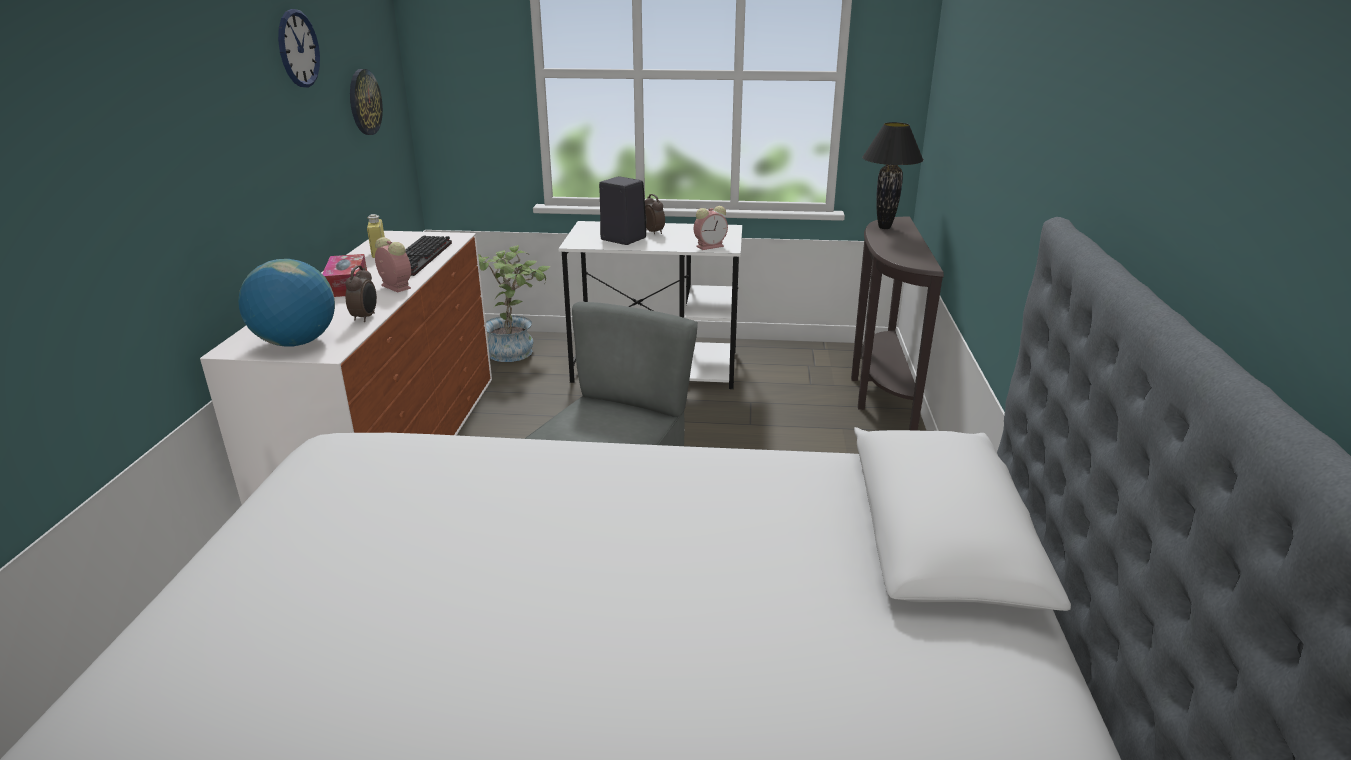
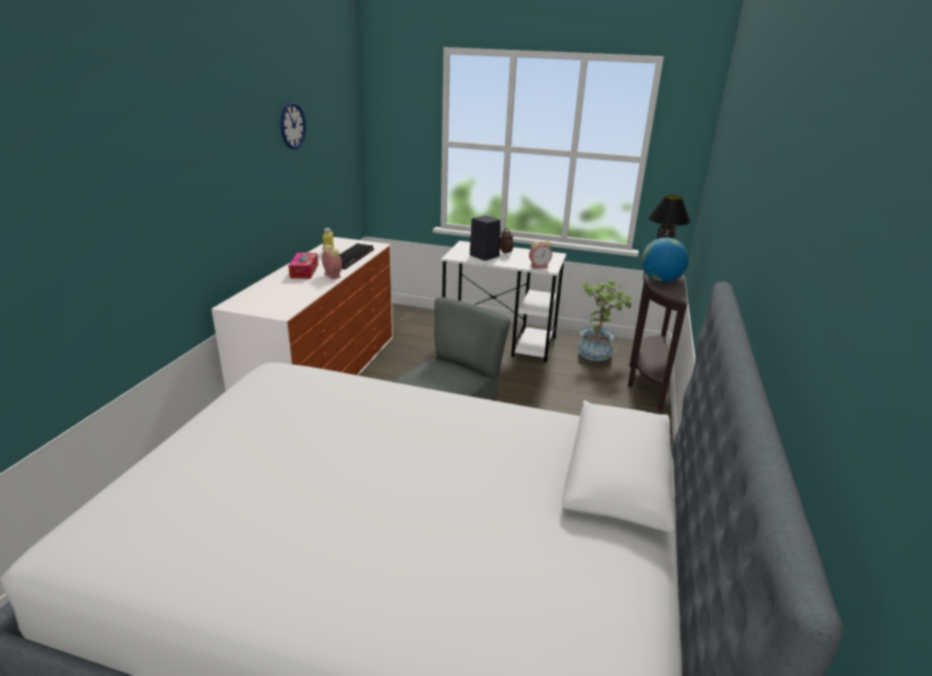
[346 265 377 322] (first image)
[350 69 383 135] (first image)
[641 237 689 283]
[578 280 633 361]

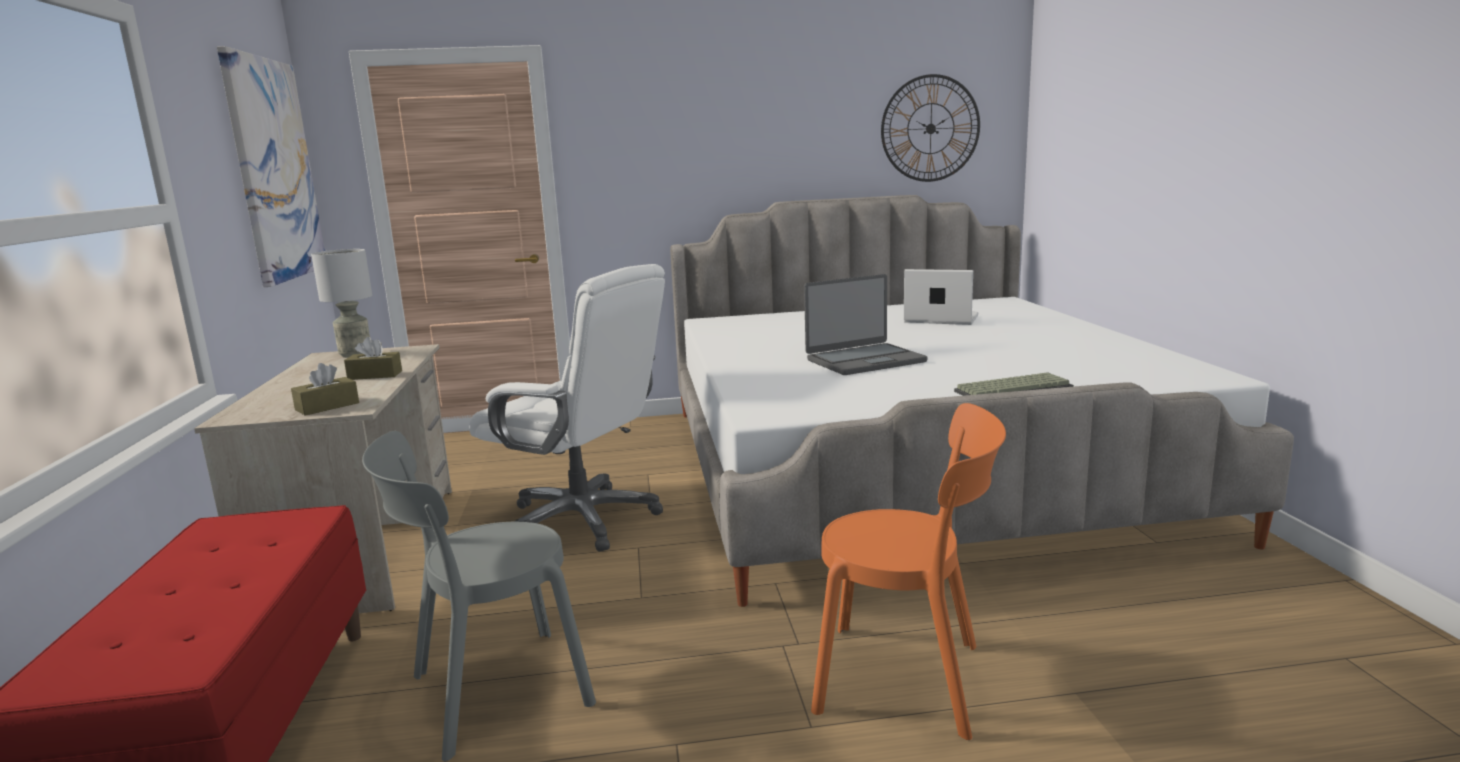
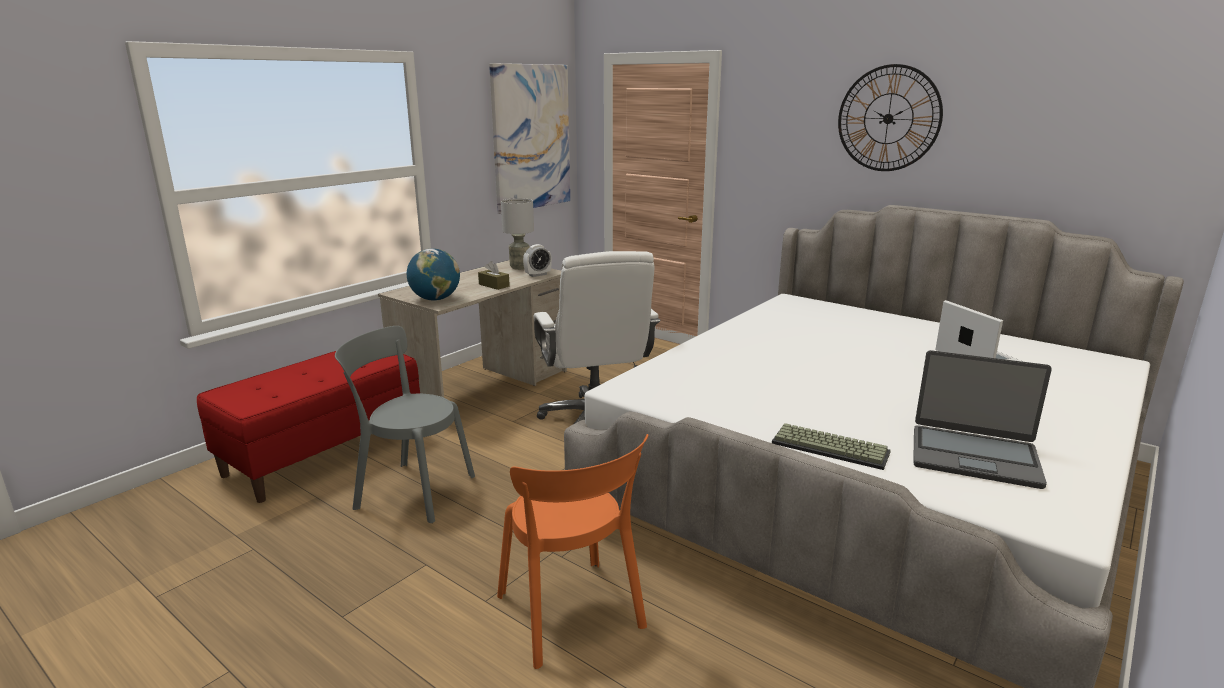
[523 244 552 277]
[913 350 1052 489]
[838 64 943 171]
[407 248 460 301]

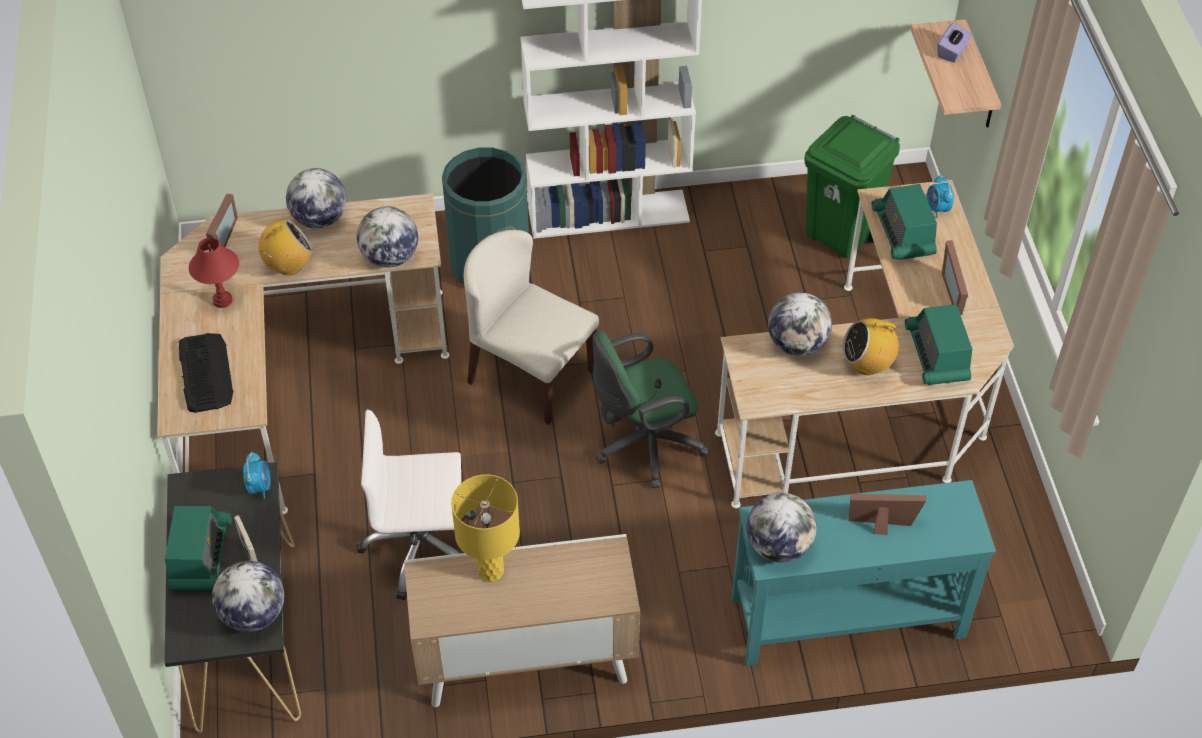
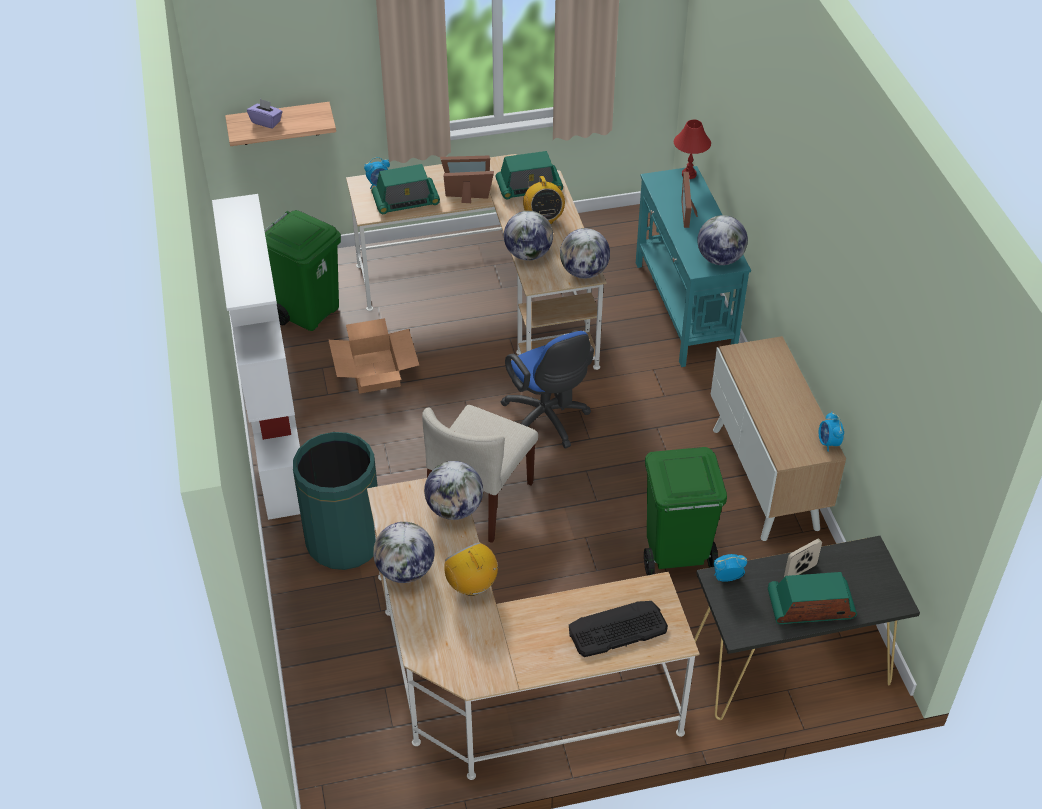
[451 474 520 582] (first image)
[329 318 419 394]
[819 412 844 452]
[674 120 711 179]
[443 171 494 203]
[560 228 610 279]
[644 447 727 575]
[500 330 594 448]

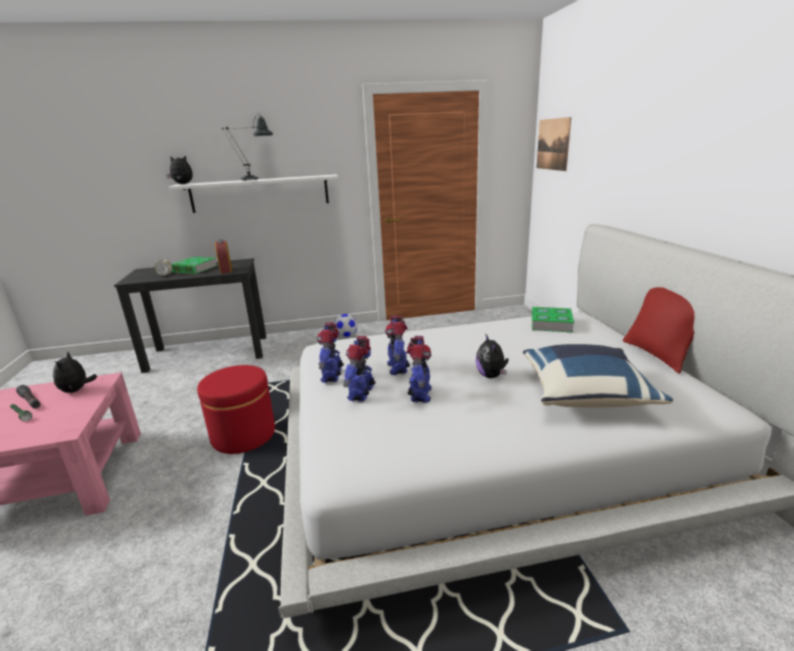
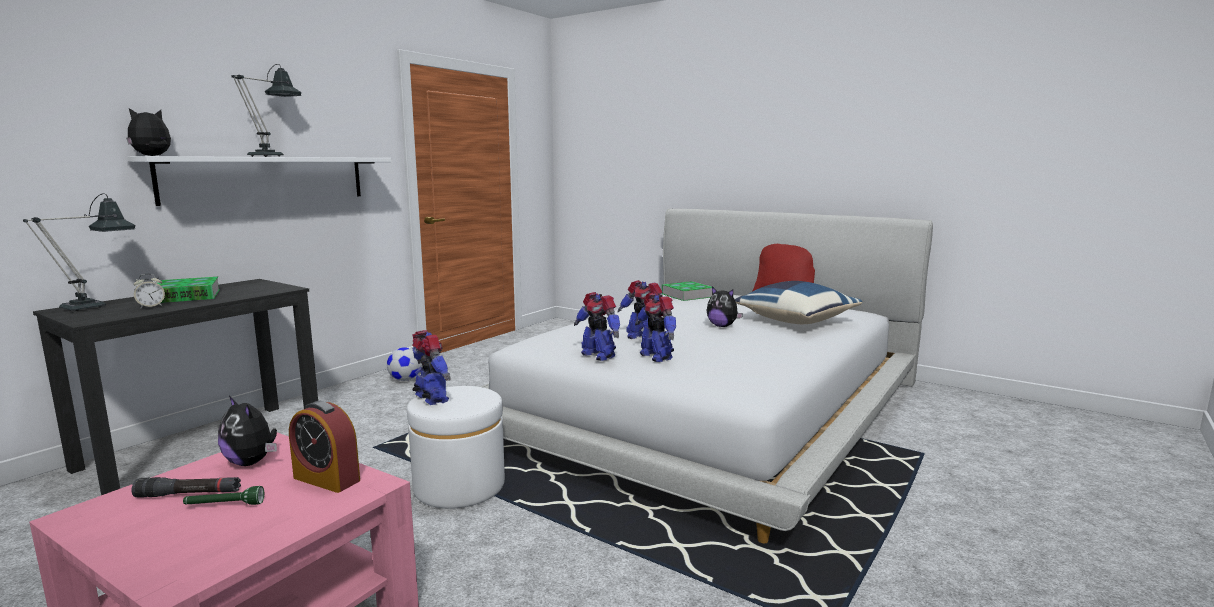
[537 117 571 171] (first image)
[23 193 135 311]
[289 401 360 493]
[412 330 451 405]
[407 386 505 509]

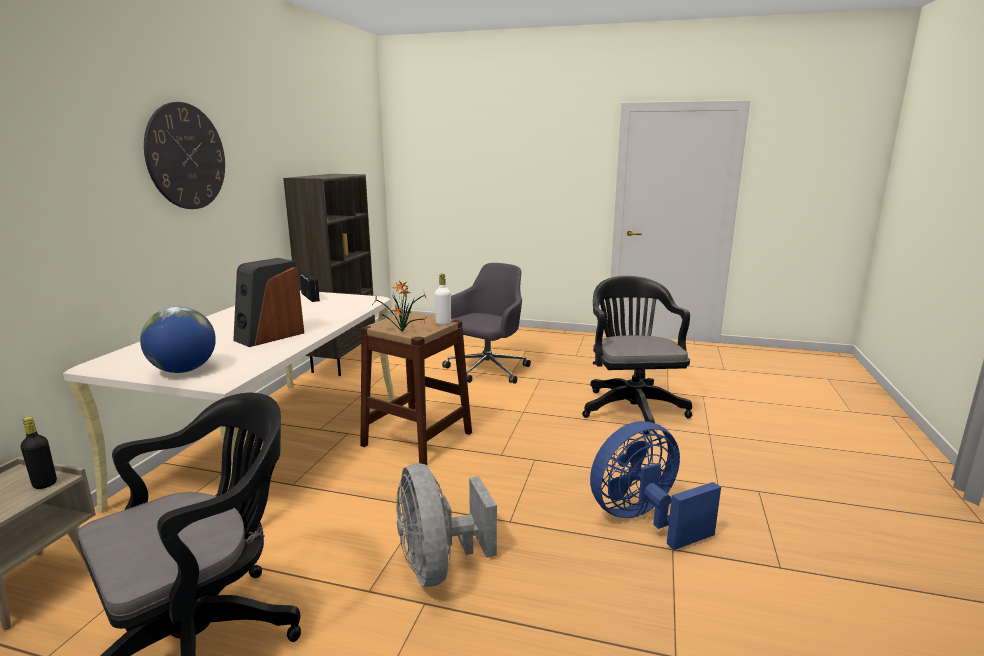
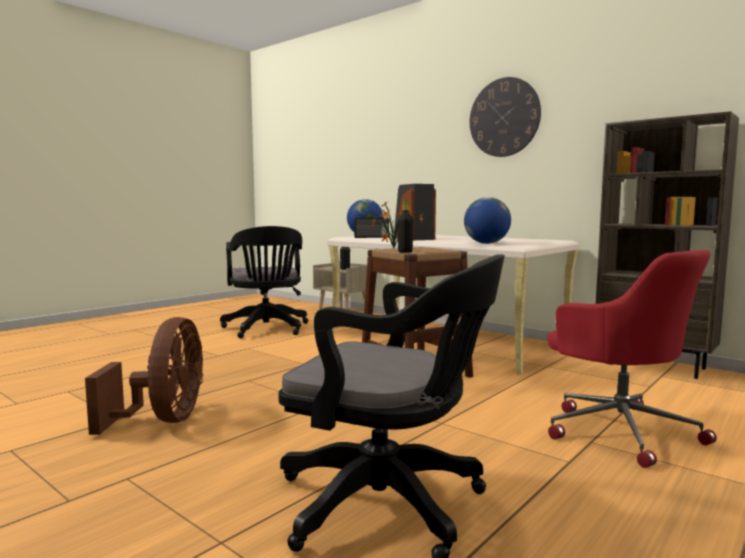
[396 463 497 587] (first image)
[464 197 511 244]
[354 218 389 238]
[398 199 413 253]
[548 250 717 468]
[85 317 203 435]

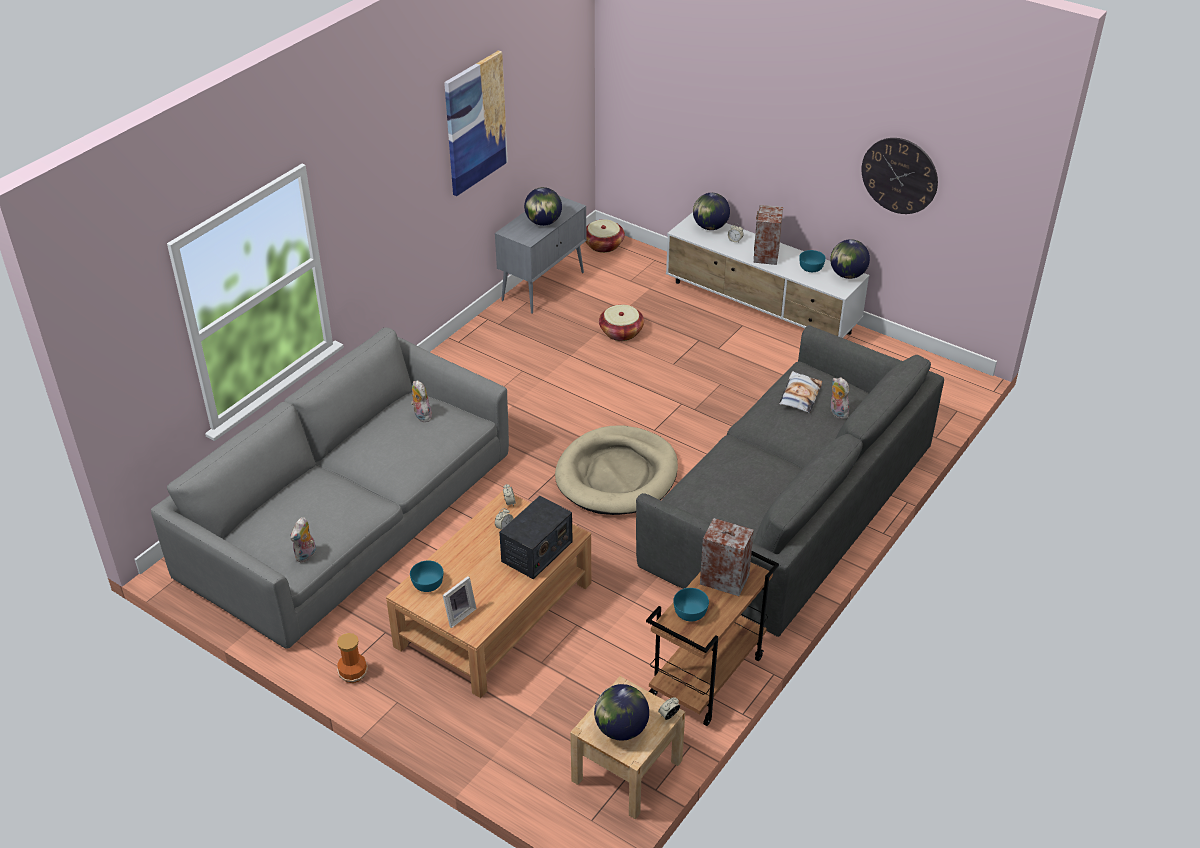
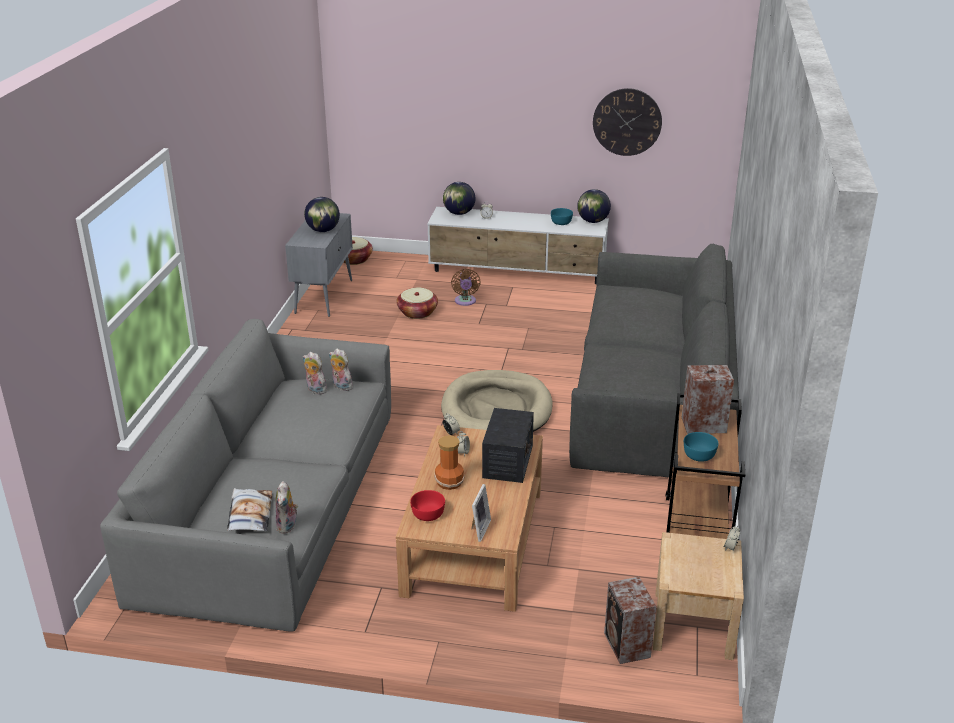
[444 50 508 196] (first image)
[594 684 649 741] (first image)
[451 269 481 306]
[434 435 465 490]
[604 577 657 664]
[227 488 272 531]
[329 348 355 391]
[410 490 445 521]

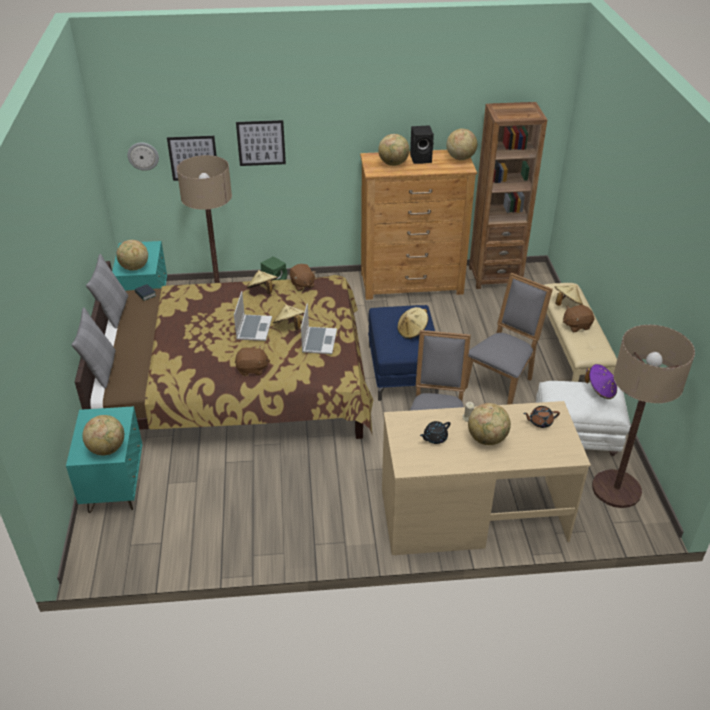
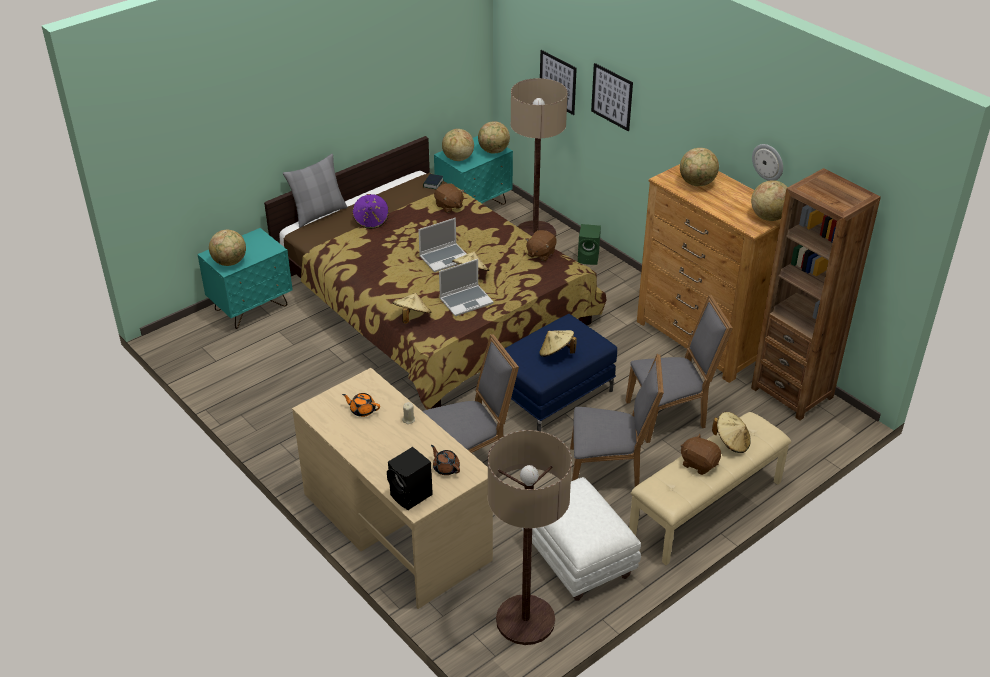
[86 254 128 329] (first image)
[625 295 733 443]
[752 144 783 181]
[434 184 464 213]
[393 293 432 323]
[387 447 433 510]
[478 121 510 154]
[352 194 389 229]
[342 393 380 417]

